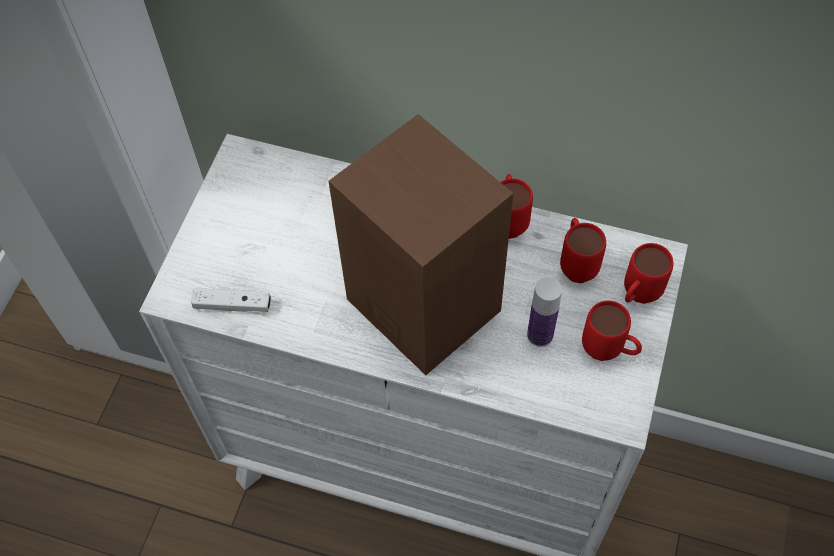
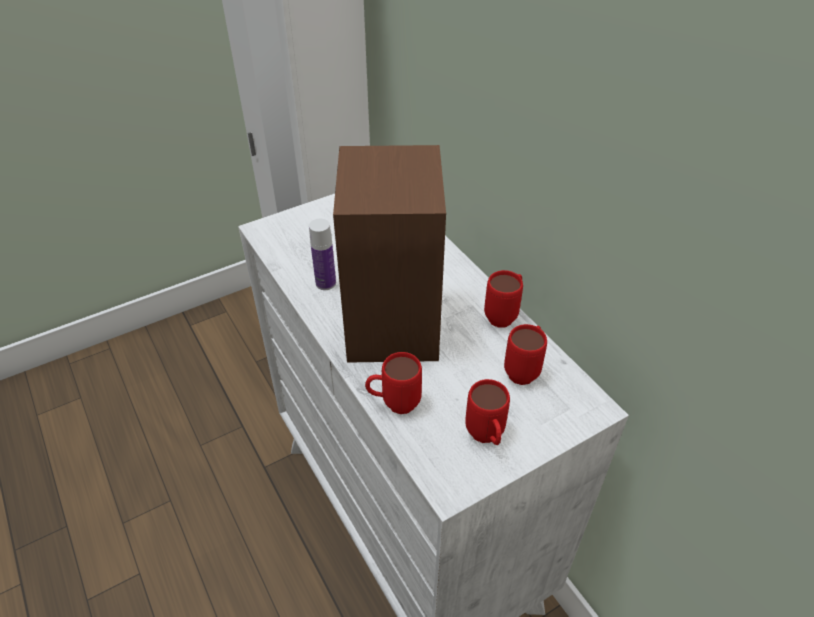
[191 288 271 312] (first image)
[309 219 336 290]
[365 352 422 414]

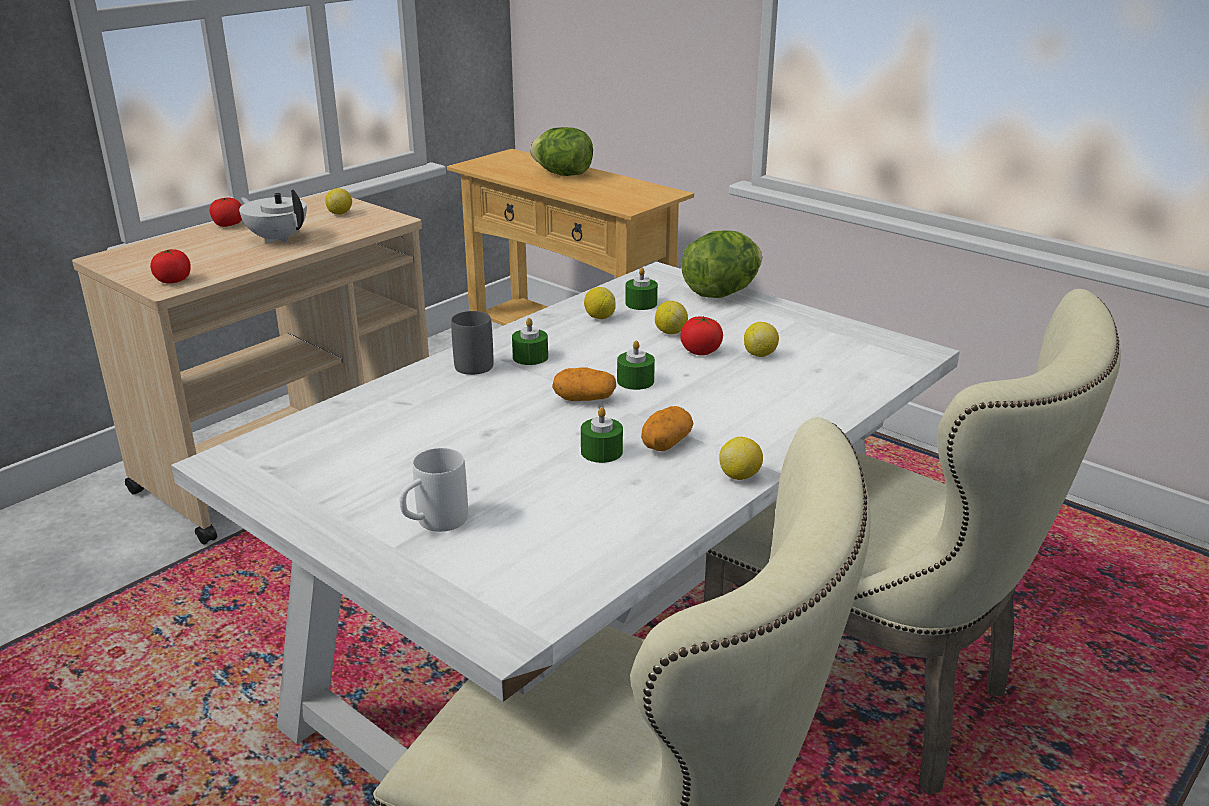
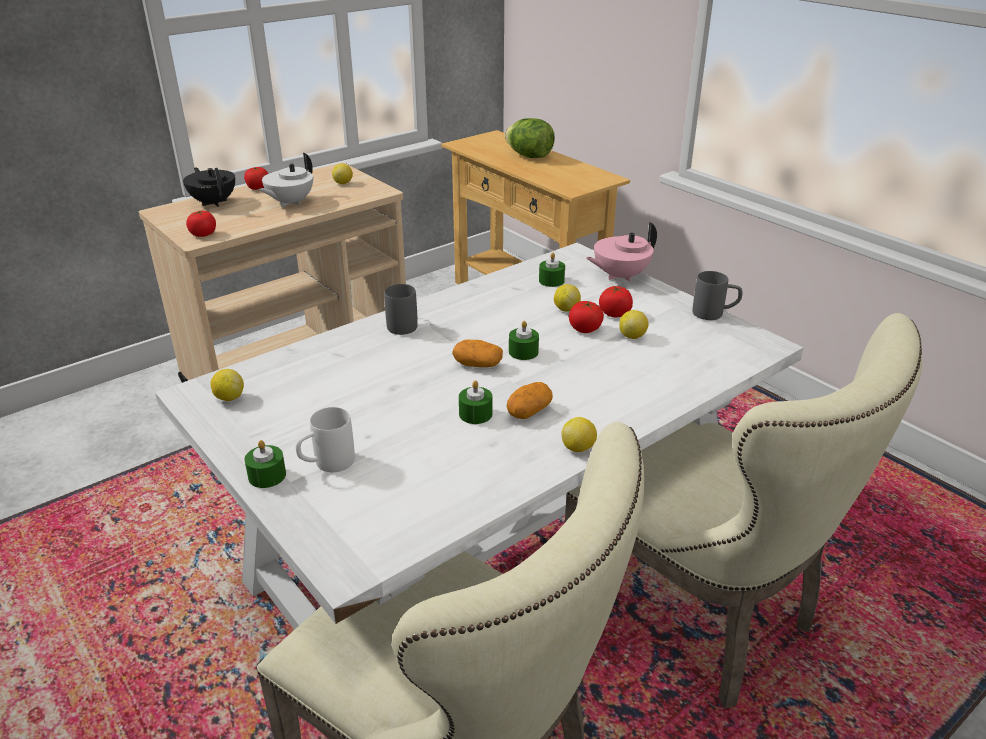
[183 168 235 207]
[599 285 633 317]
[692 271 743 320]
[244 440 286 488]
[210 369 244 401]
[586 222 657 282]
[258 153 313 207]

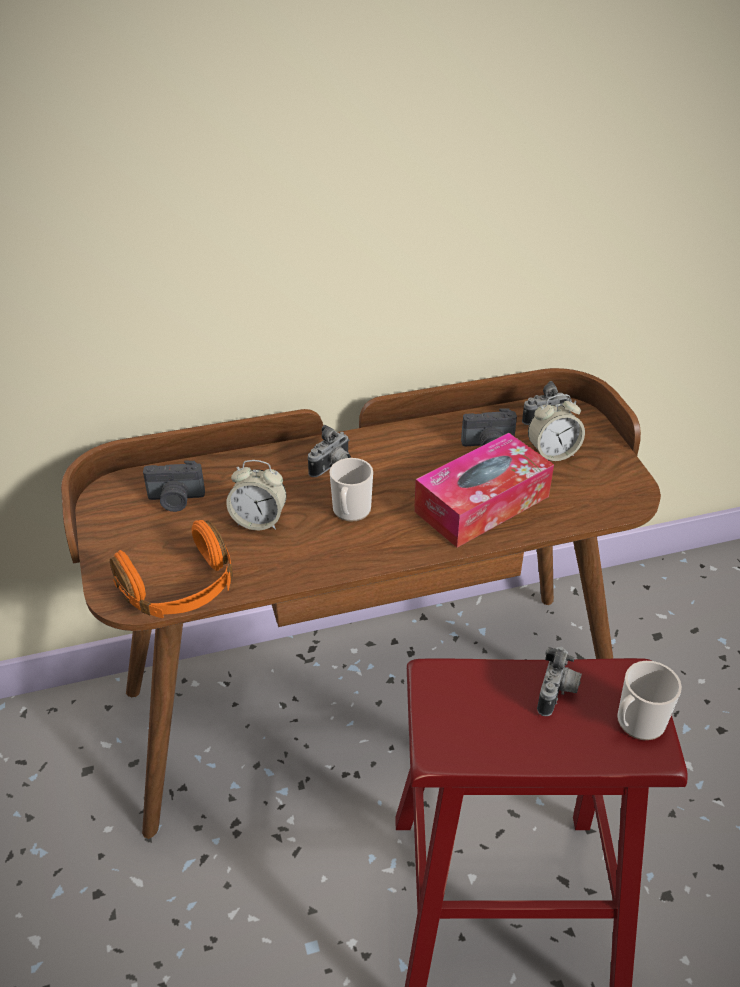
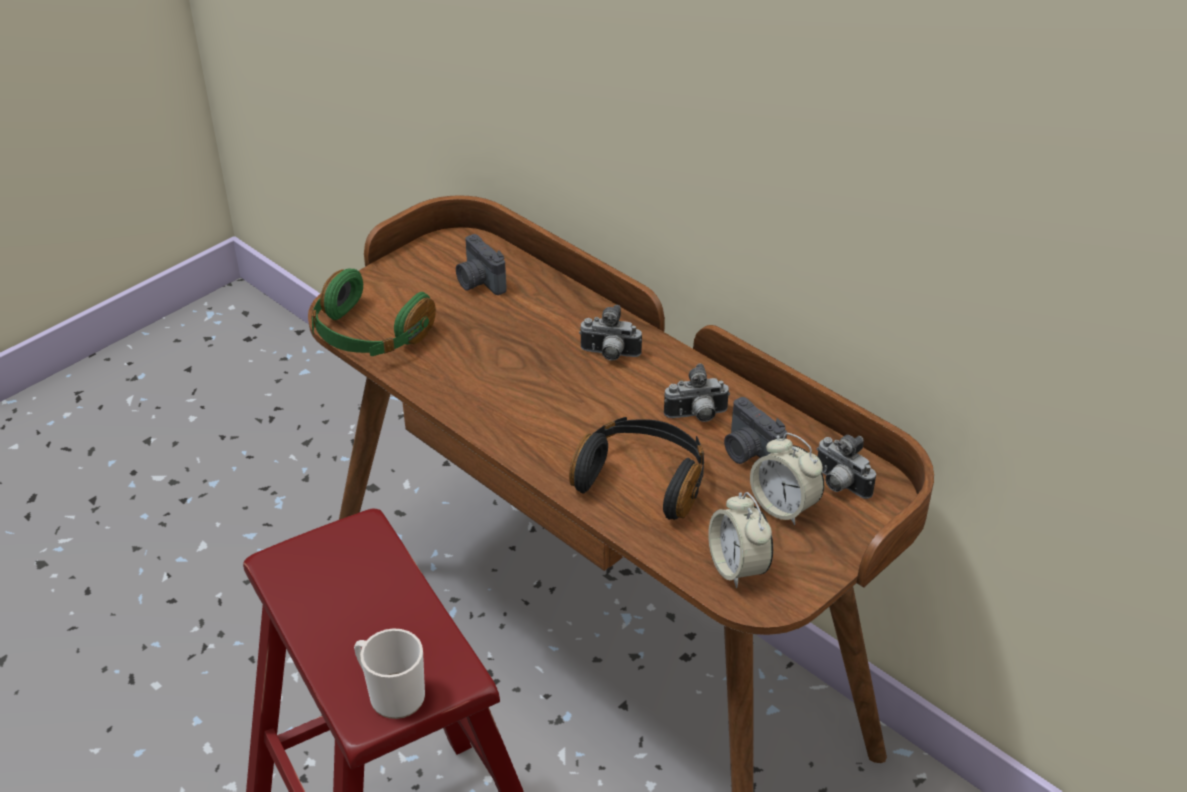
[330 458 373 522] (first image)
[708 492 773 588]
[664 363 730 422]
[569 417 704 520]
[311 269 436 356]

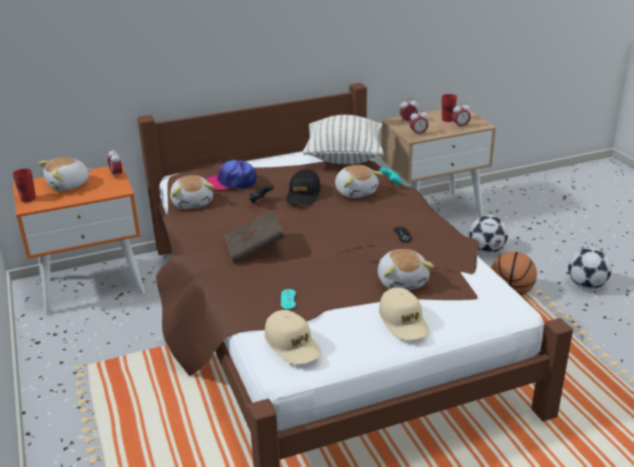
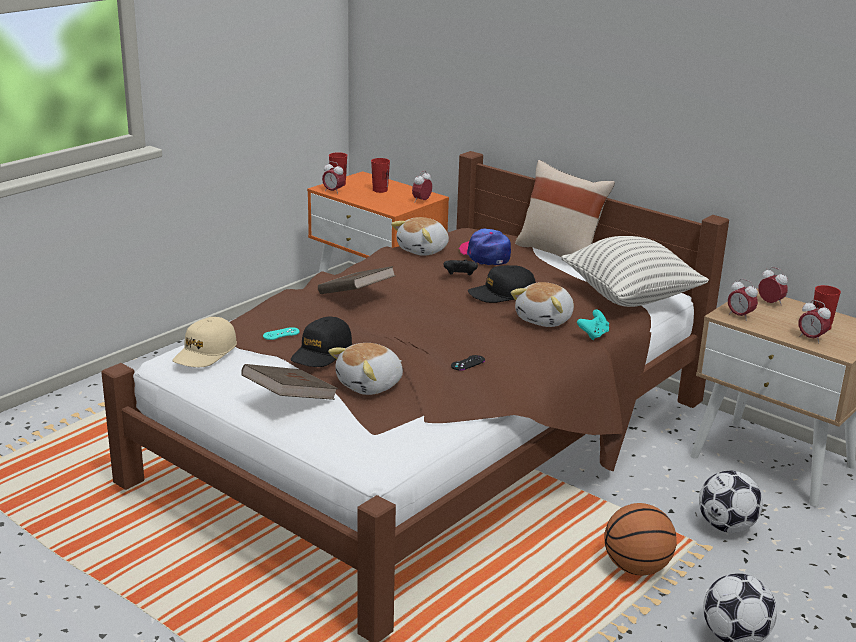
[291 317 352 367]
[322 161 345 194]
[515 160 615 257]
[371 158 390 193]
[241 364 338 400]

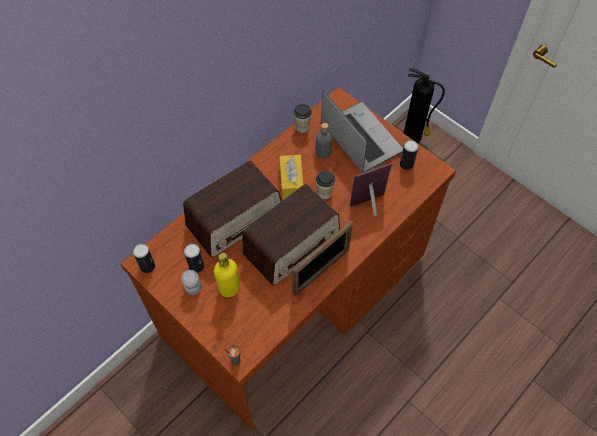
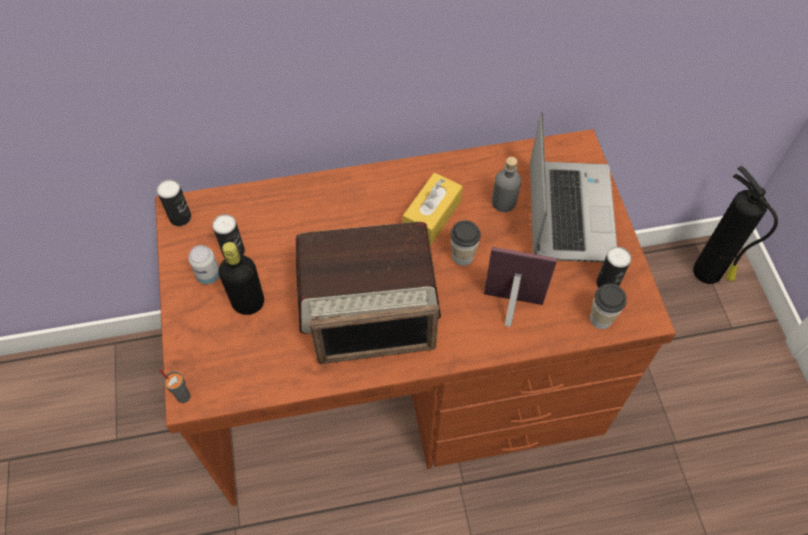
[183 160 281 258] (first image)
[590 284 627 329]
[218 242 264 315]

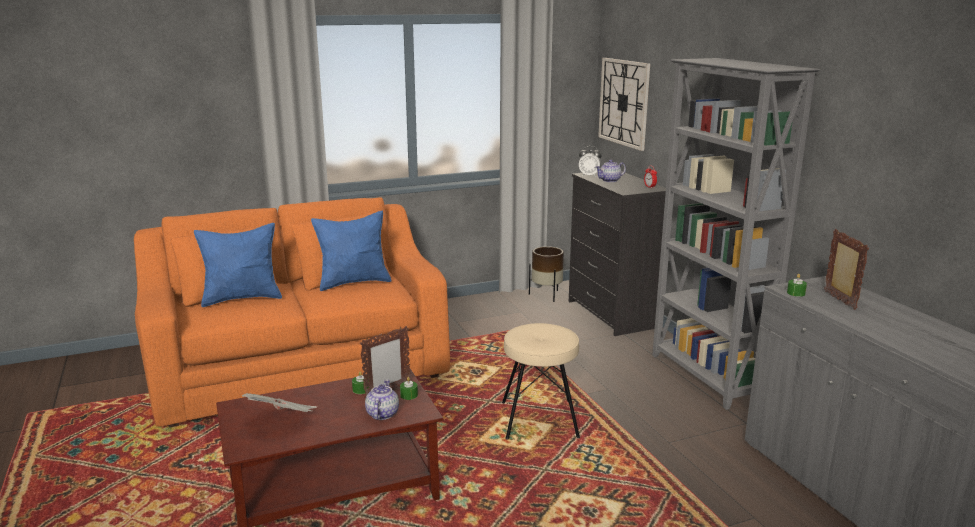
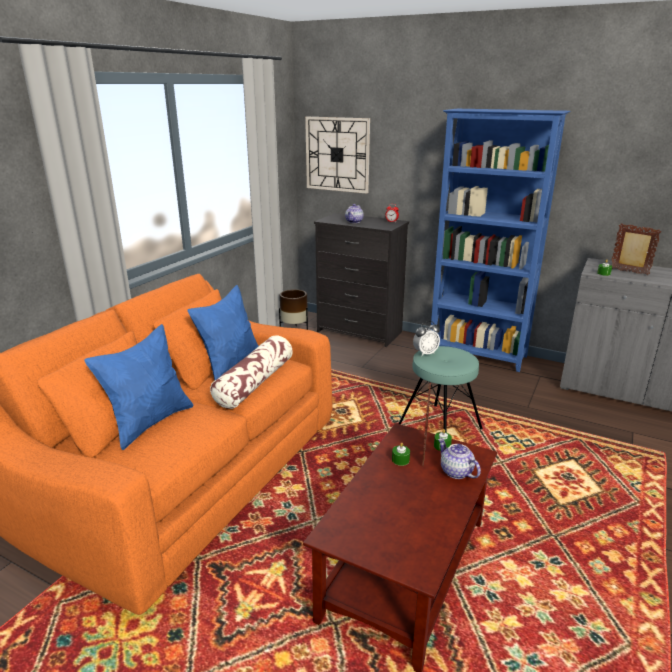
[242 393 317 412] (first image)
[210 335 293 409]
[413 321 440 356]
[398 346 483 433]
[431 109 570 372]

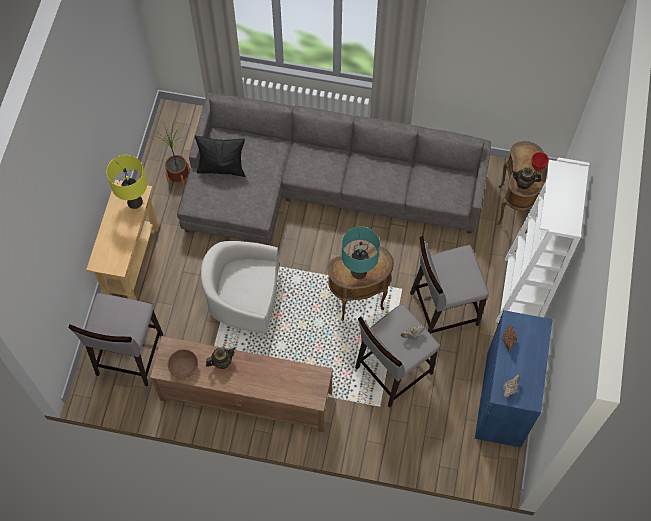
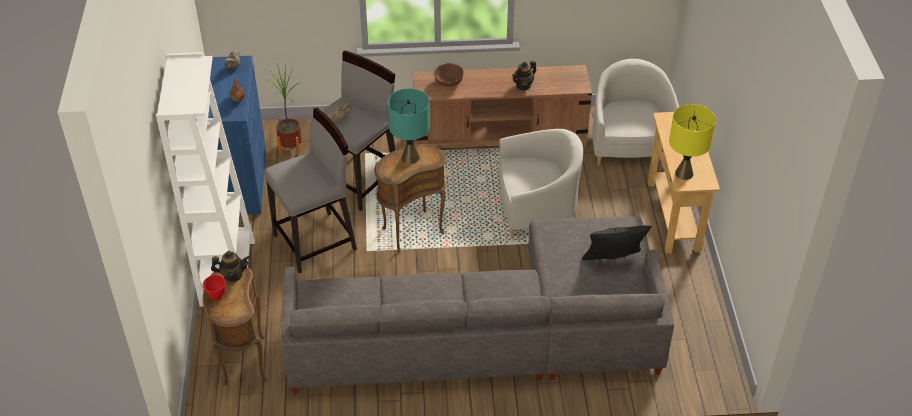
[266 63 302 154]
[434 63 464 87]
[592 59 679 166]

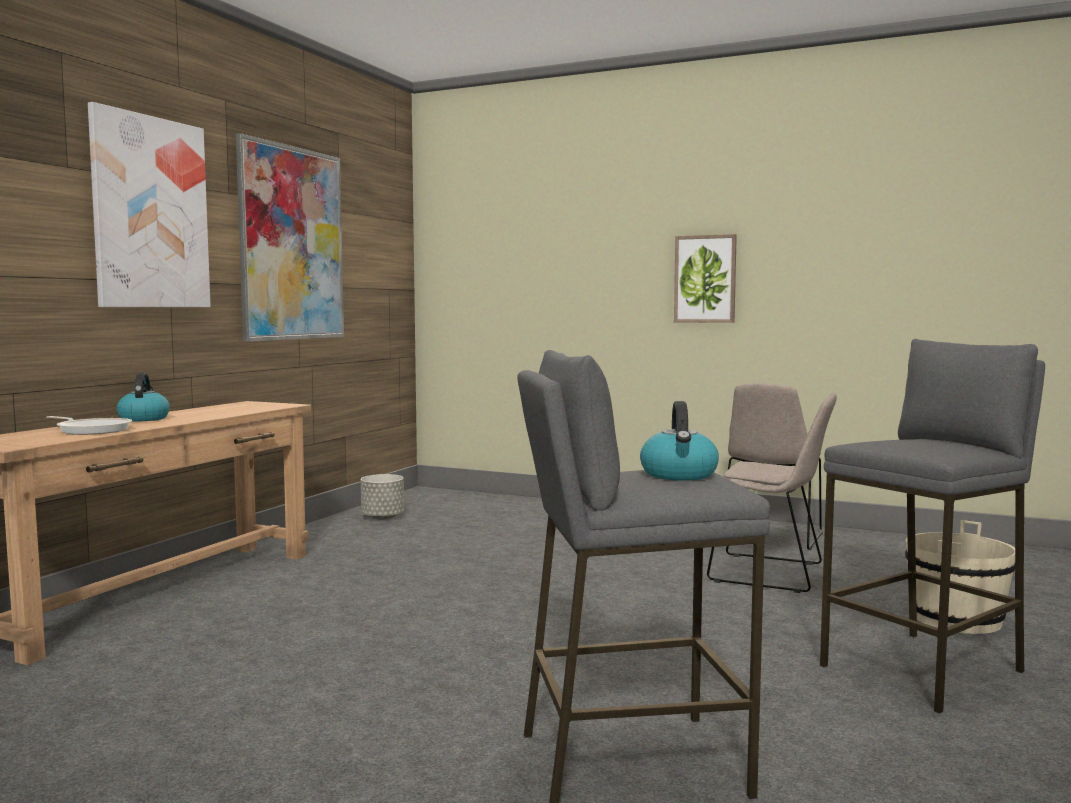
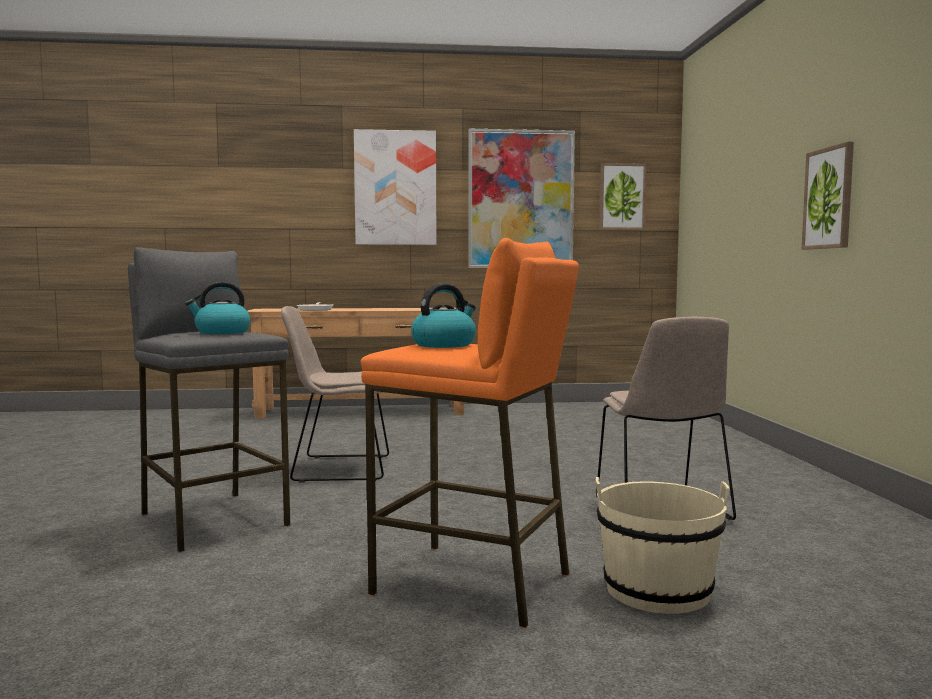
[361 474 404 520] (first image)
[599 163 647 230]
[411 283 476 348]
[281 306 389 483]
[361 238 579 628]

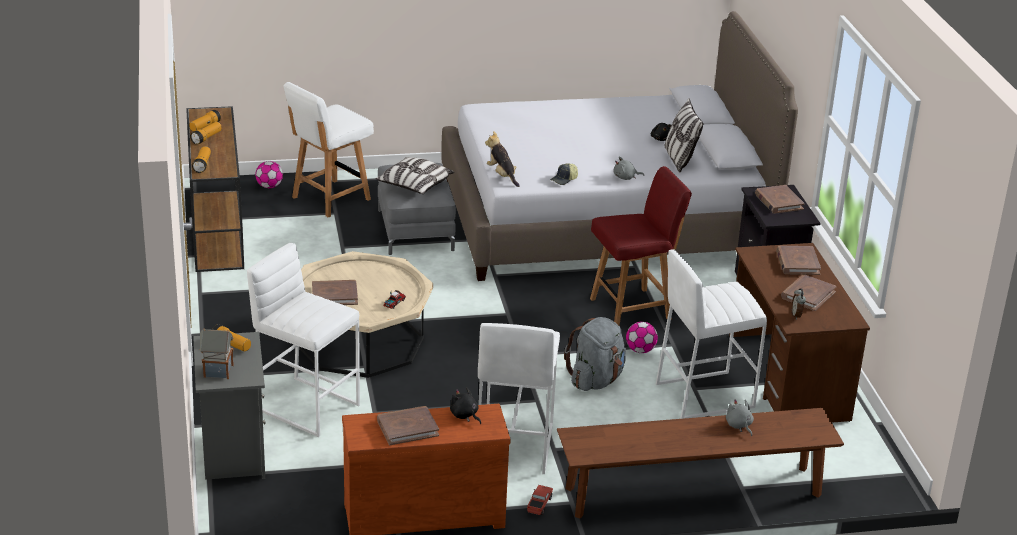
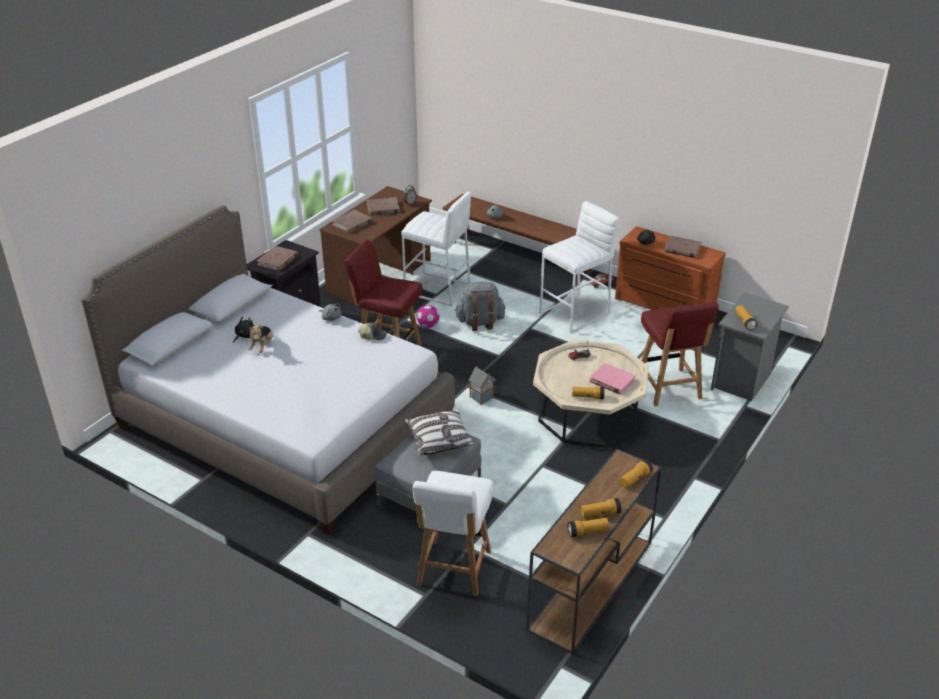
[255 161 283 188] (first image)
[665 98 704 172] (first image)
[572 387 605 399]
[469 366 496 405]
[248 324 273 353]
[641 302 719 406]
[589 363 636 395]
[412 471 494 596]

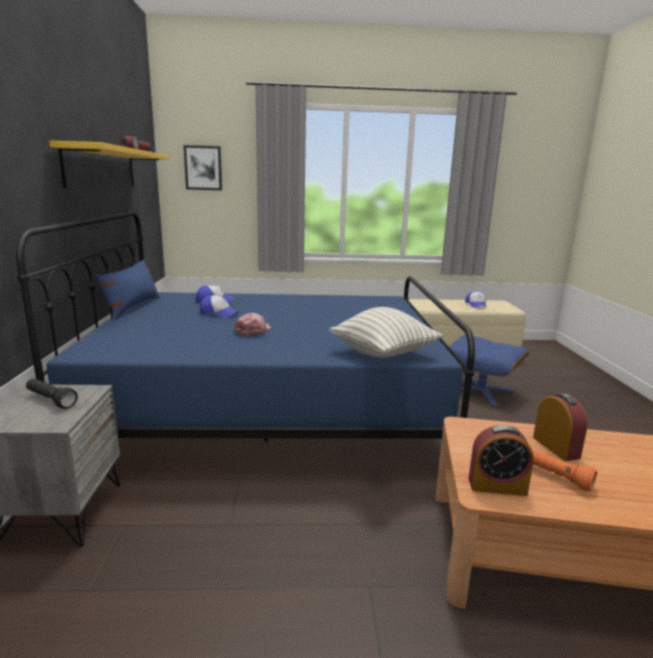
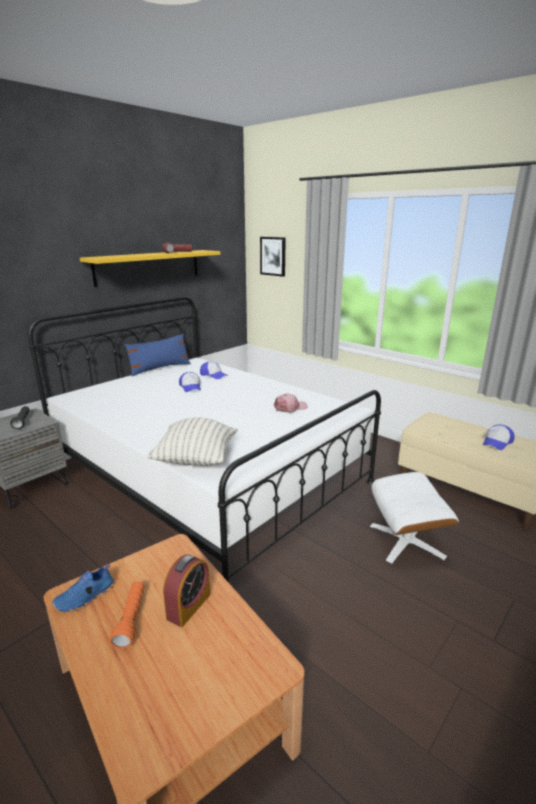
[274 393 308 413]
[52 564 114 612]
[28 296 381 583]
[370 472 459 564]

